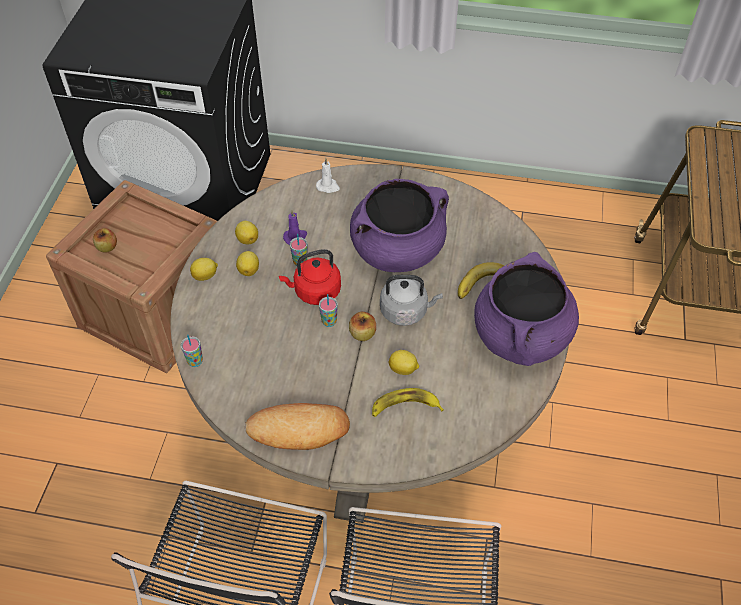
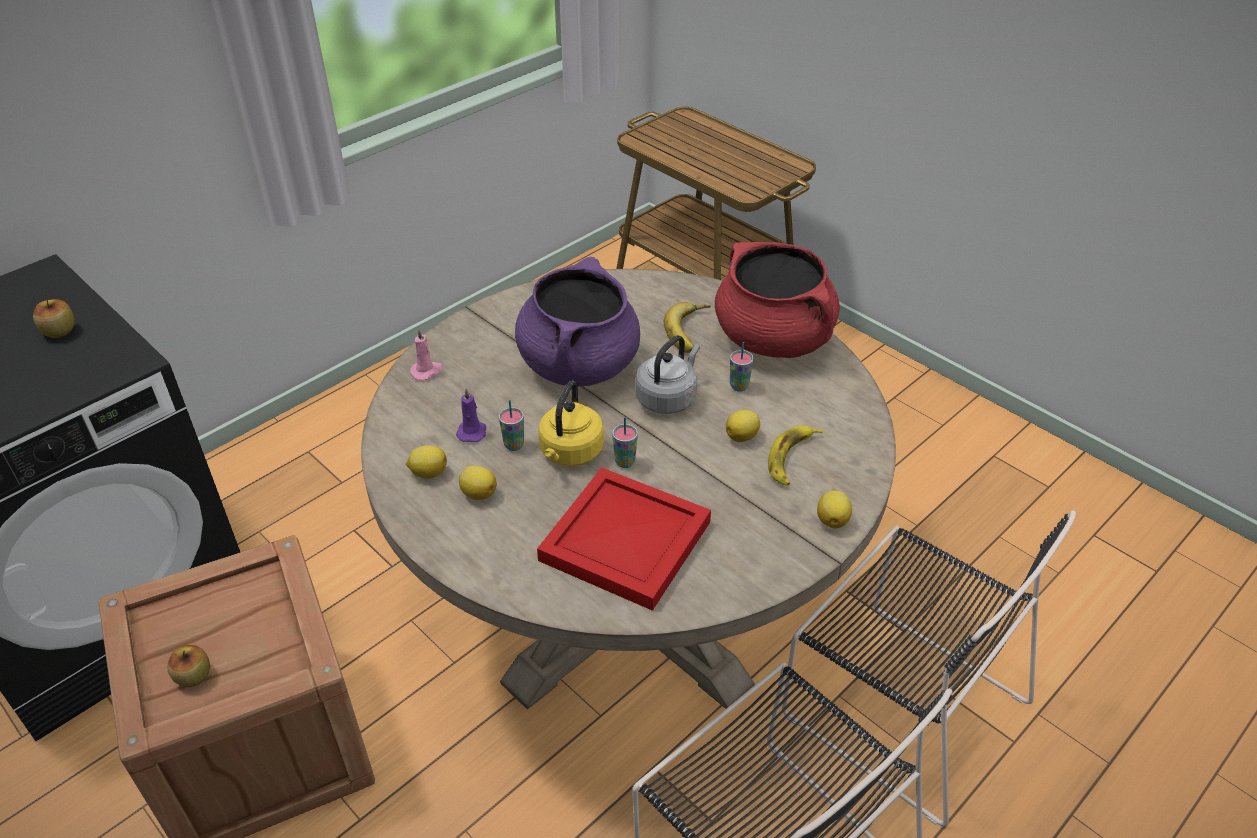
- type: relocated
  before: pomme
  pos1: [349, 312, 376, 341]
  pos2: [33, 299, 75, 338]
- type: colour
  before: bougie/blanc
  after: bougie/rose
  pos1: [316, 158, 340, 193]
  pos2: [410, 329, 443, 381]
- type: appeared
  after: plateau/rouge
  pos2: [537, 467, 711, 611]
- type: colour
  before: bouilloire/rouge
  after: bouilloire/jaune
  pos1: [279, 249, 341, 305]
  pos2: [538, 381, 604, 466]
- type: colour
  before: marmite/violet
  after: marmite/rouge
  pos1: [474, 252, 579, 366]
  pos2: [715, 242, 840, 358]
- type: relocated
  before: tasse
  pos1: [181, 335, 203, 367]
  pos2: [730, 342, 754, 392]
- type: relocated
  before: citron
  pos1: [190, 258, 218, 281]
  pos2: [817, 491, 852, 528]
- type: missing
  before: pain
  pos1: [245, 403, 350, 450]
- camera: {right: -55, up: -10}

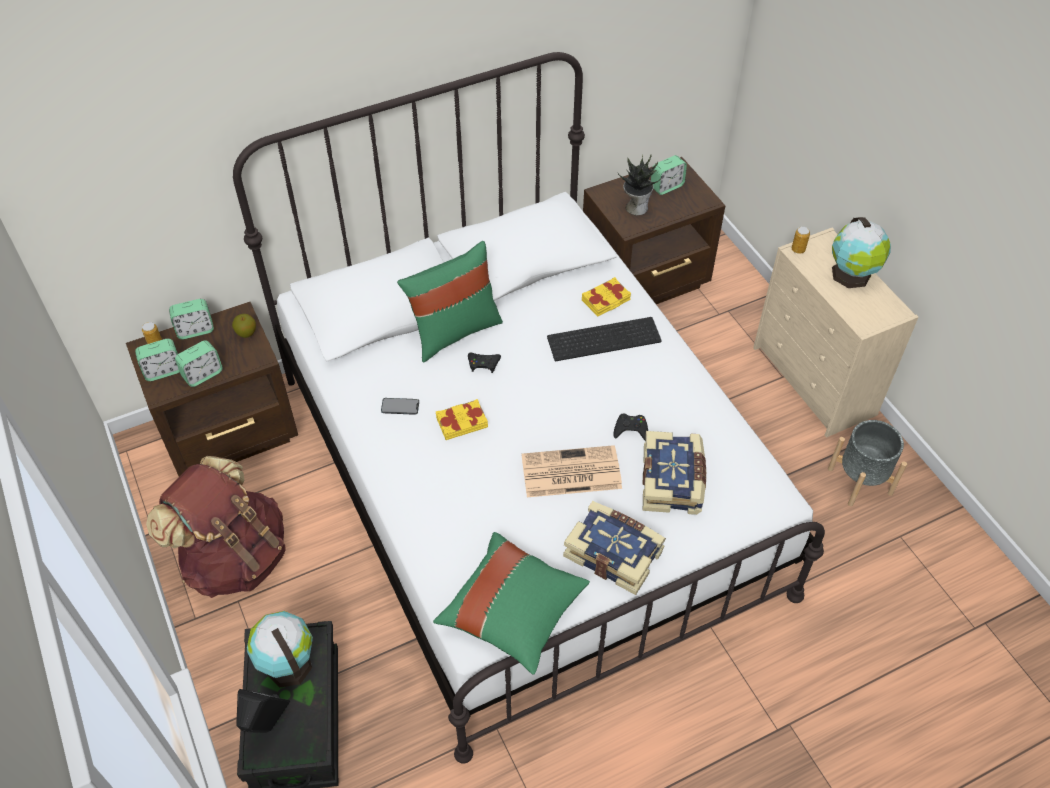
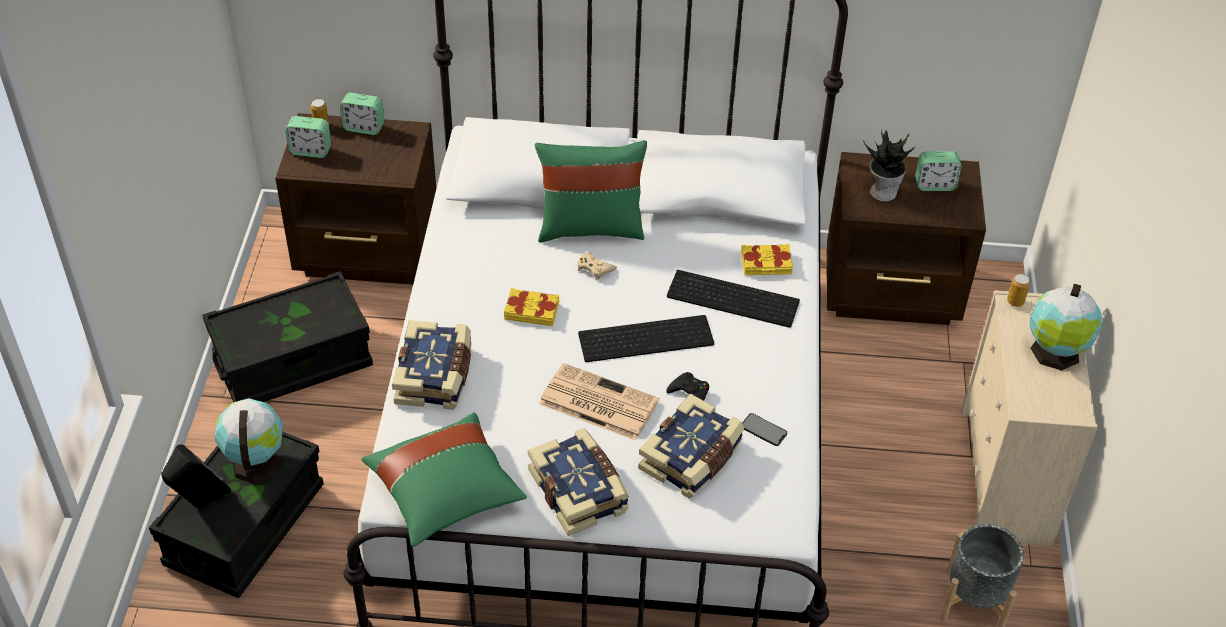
- type: exchanged
  before: sac à dos/marron
  after: boîte de rangement/noir
  pos1: [146, 456, 286, 598]
  pos2: [202, 271, 373, 402]
- type: appeared
  after: livre
  pos2: [392, 320, 472, 410]
- type: colour
  before: manette/noir
  after: manette/beige
  pos1: [468, 352, 501, 373]
  pos2: [577, 252, 617, 280]
- type: appeared
  after: clavier
  pos2: [578, 315, 714, 362]
- type: relocated
  before: téléphone
  pos1: [381, 398, 419, 415]
  pos2: [742, 413, 787, 446]
- type: missing
  before: réveil
  pos1: [175, 340, 223, 387]
- type: missing
  before: pomme
  pos1: [232, 314, 256, 338]
- camera: {right: 30, up: -5}

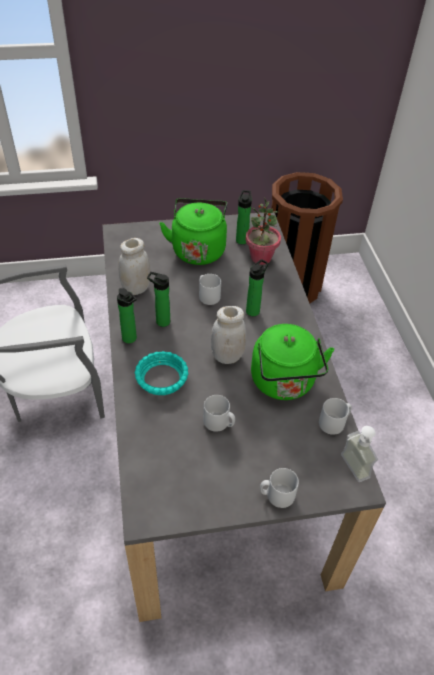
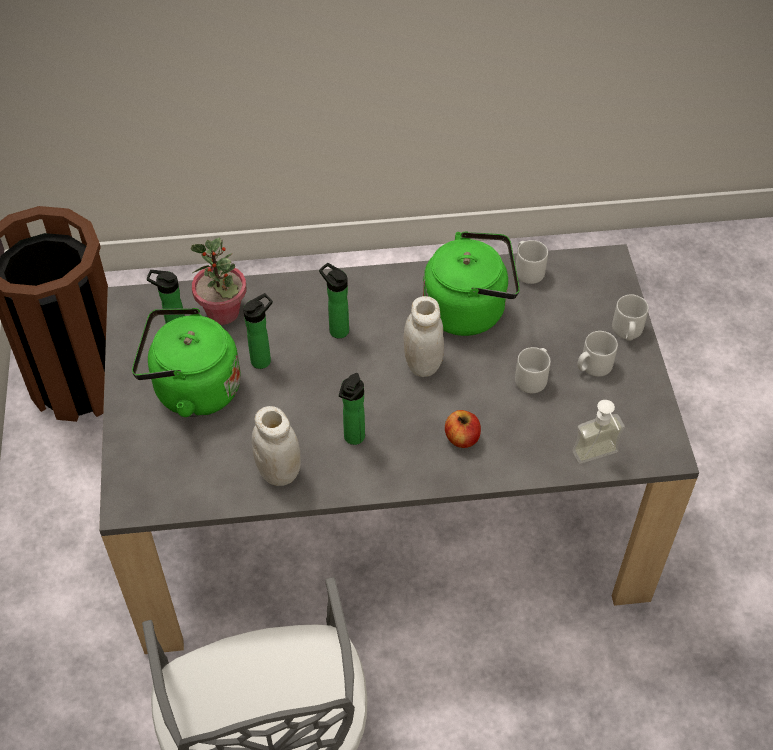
- type: relocated
  before: bouteille
  pos1: [117, 288, 137, 343]
  pos2: [243, 293, 273, 369]
- type: exchanged
  before: bol/turquoise
  after: pomme
  pos1: [135, 351, 188, 395]
  pos2: [445, 410, 481, 448]
- type: relocated
  before: distributeur de savon
  pos1: [341, 426, 378, 482]
  pos2: [572, 400, 625, 464]
- type: relocated
  before: mug/gris
  pos1: [199, 274, 221, 305]
  pos2: [577, 331, 618, 377]
- camera: {right: -85, up: 5}

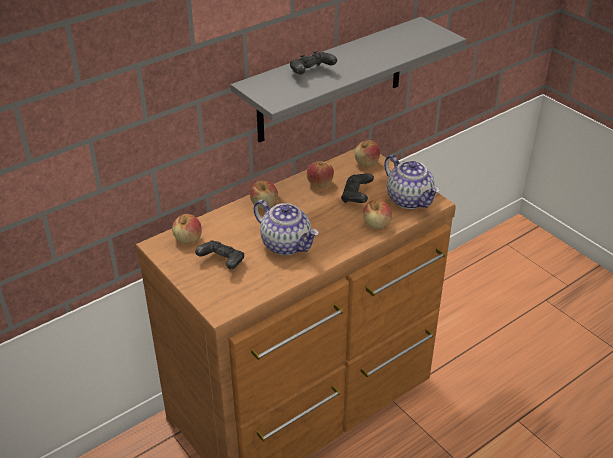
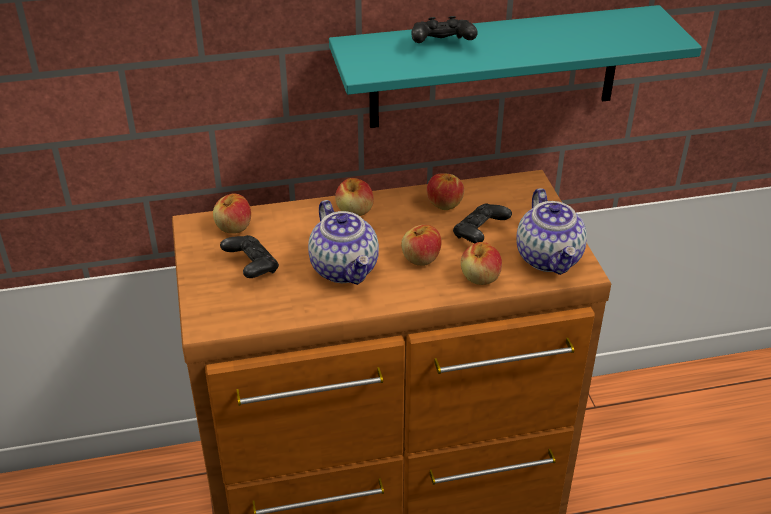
- type: colour
  before: étagère/gris
  after: étagère/turquoise
  pos1: [231, 17, 467, 143]
  pos2: [329, 5, 702, 128]
- type: relocated
  before: pomme
  pos1: [354, 140, 380, 167]
  pos2: [401, 225, 442, 266]
- camera: {right: 25, up: 0}

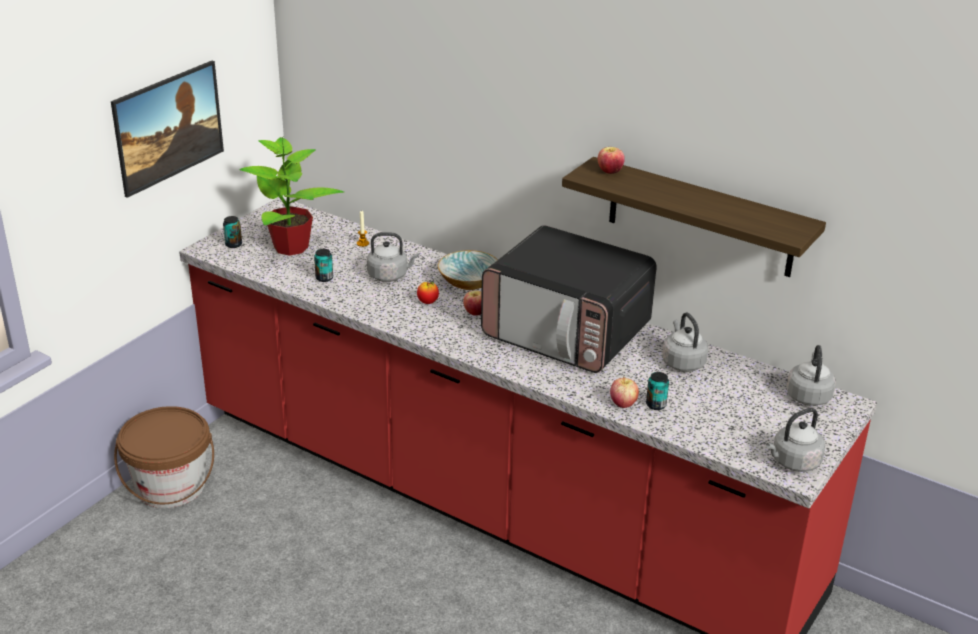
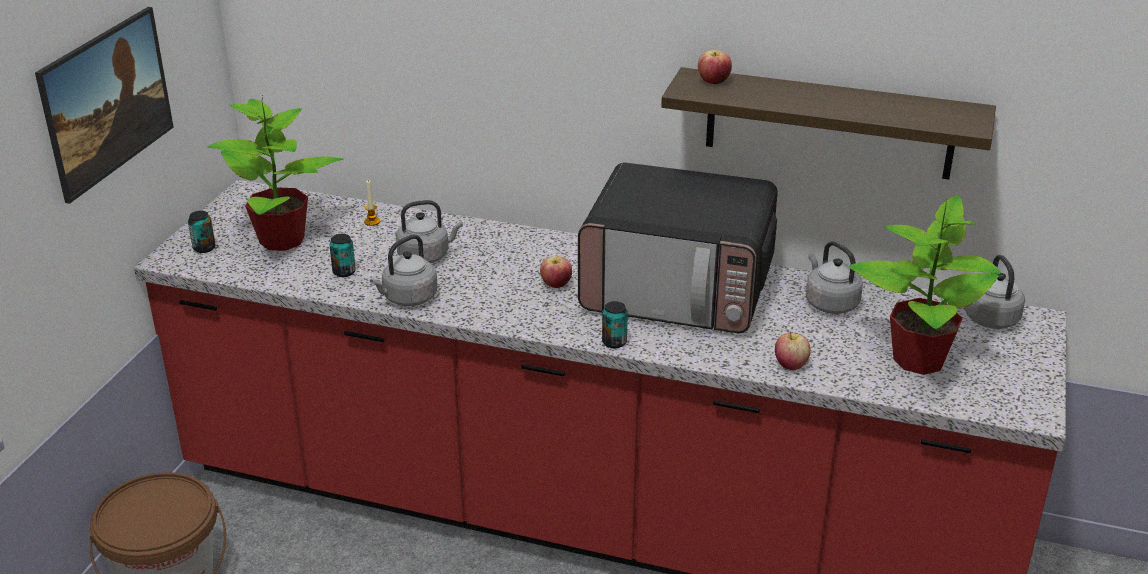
- type: relocated
  before: bouilloire/gris
  pos1: [766, 408, 825, 472]
  pos2: [370, 235, 438, 306]
- type: relocated
  before: boîte métallique
  pos1: [646, 372, 669, 410]
  pos2: [602, 301, 628, 348]
- type: appeared
  after: plante en pot
  pos2: [849, 195, 1001, 375]
- type: missing
  before: pomme
  pos1: [417, 282, 439, 304]
- type: missing
  before: bol
  pos1: [438, 250, 498, 290]
- camera: {right: -15, up: 0}

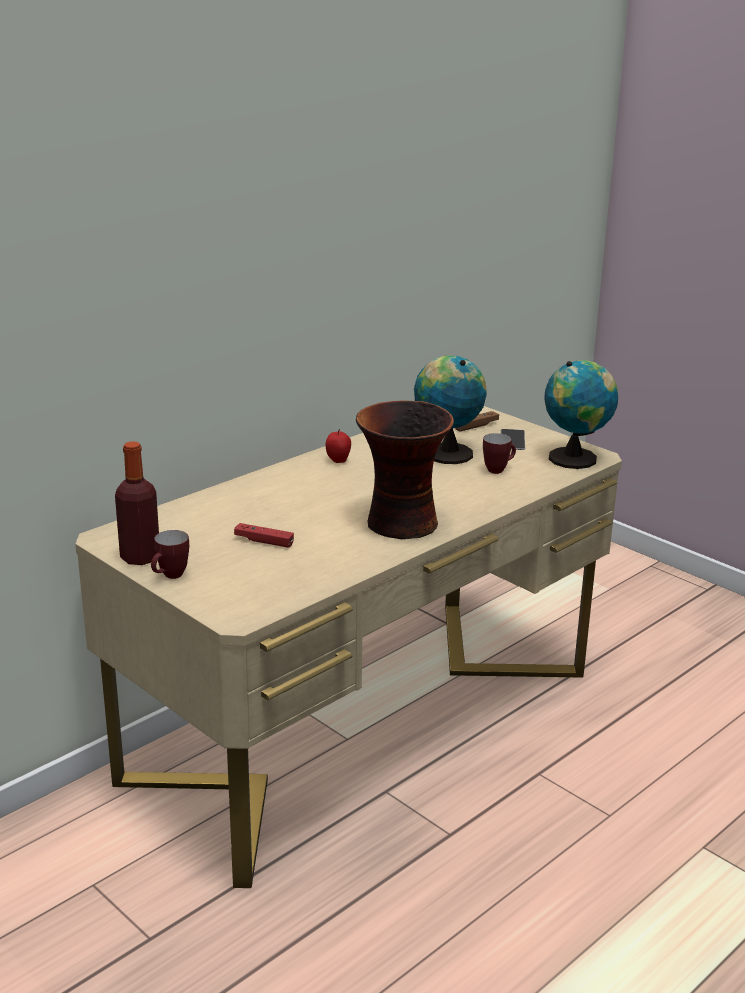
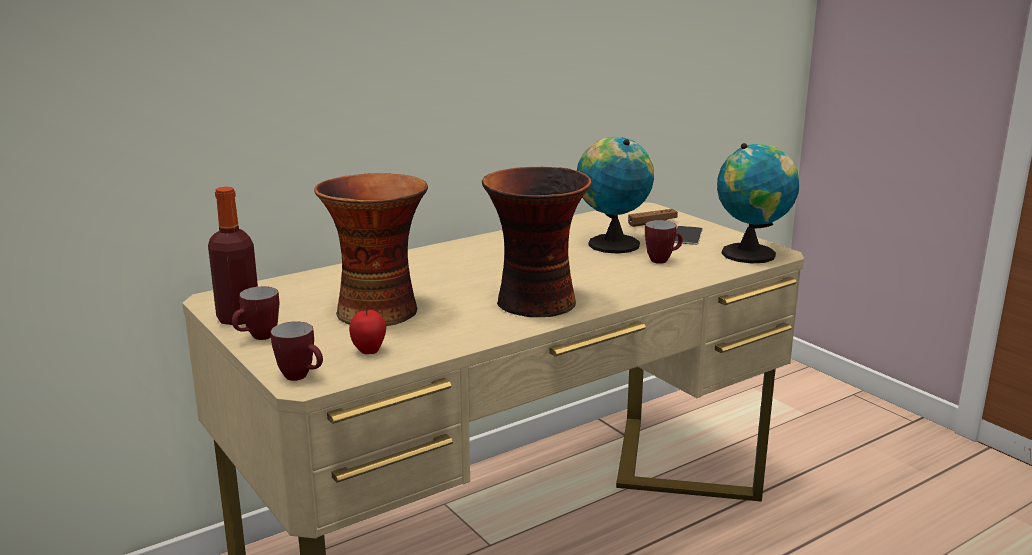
- type: appeared
  after: mug
  pos2: [271, 321, 323, 381]
- type: exchanged
  before: manette/rouge
  after: vase
  pos1: [234, 523, 294, 548]
  pos2: [314, 173, 428, 326]
- type: relocated
  before: pomme
  pos1: [326, 429, 351, 463]
  pos2: [349, 307, 386, 354]
- camera: {right: 10, up: -5}

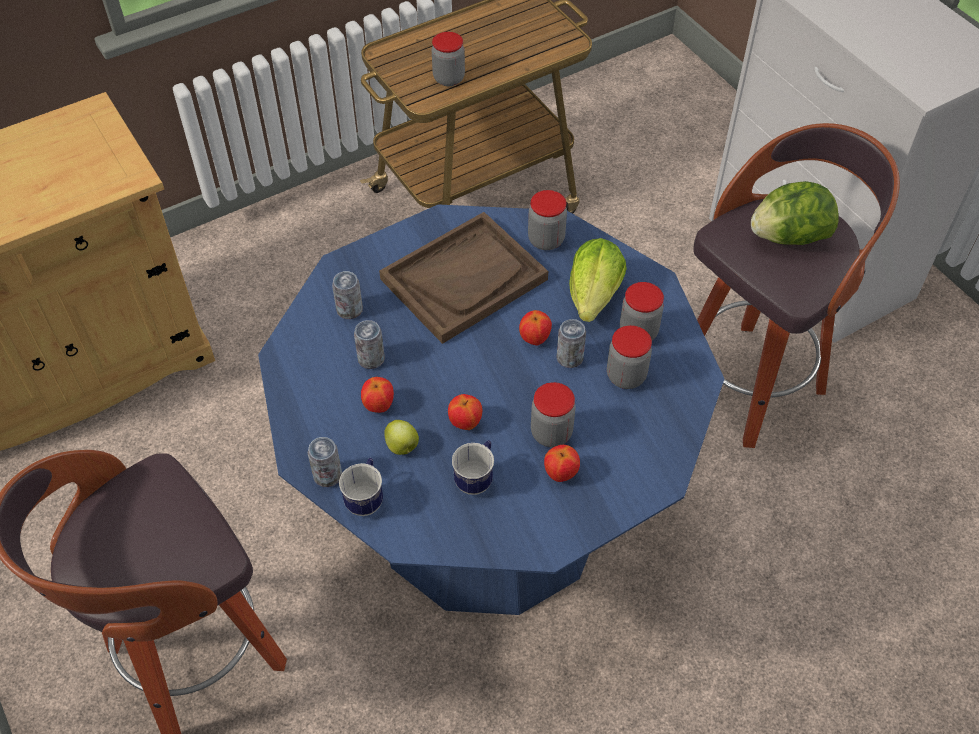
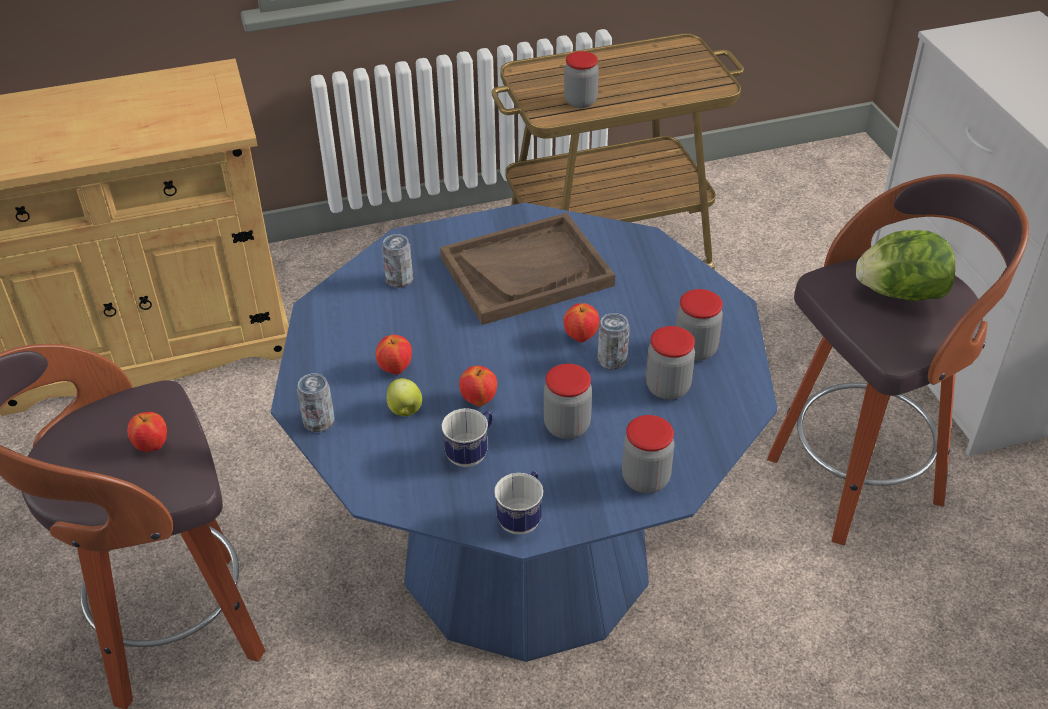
- type: relocated
  before: pomme
  pos1: [544, 445, 580, 482]
  pos2: [127, 412, 167, 452]
- type: relocated
  before: mug
  pos1: [339, 458, 383, 516]
  pos2: [494, 471, 543, 534]
- type: relocated
  before: bocal
  pos1: [528, 190, 567, 250]
  pos2: [622, 415, 674, 493]
- type: missing
  before: boîte métallique
  pos1: [354, 320, 385, 369]
- type: missing
  before: laitue
  pos1: [569, 238, 627, 322]
- camera: {right: 15, up: -10}

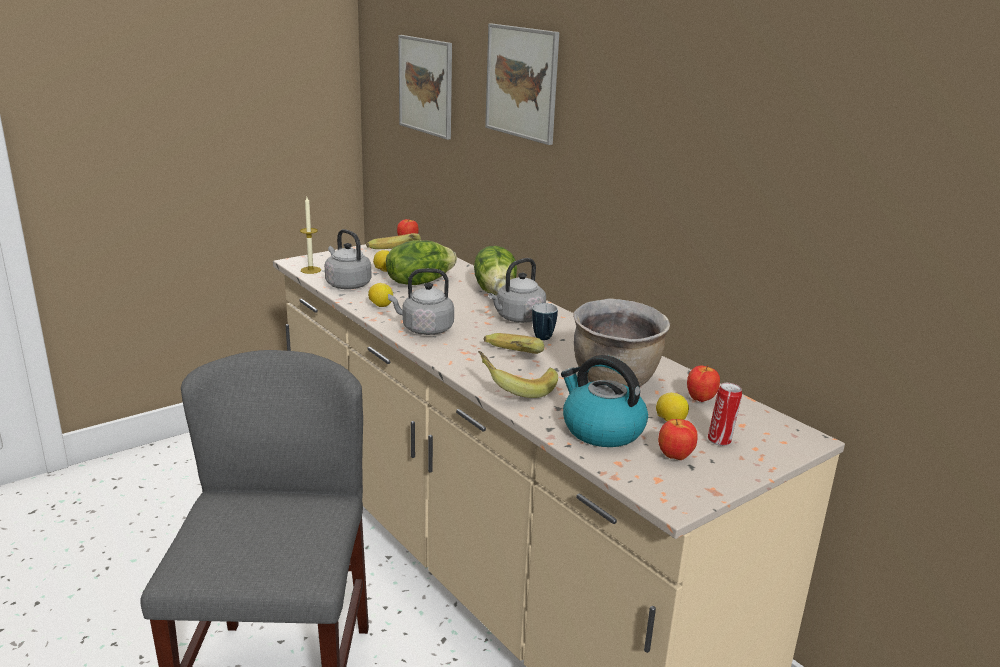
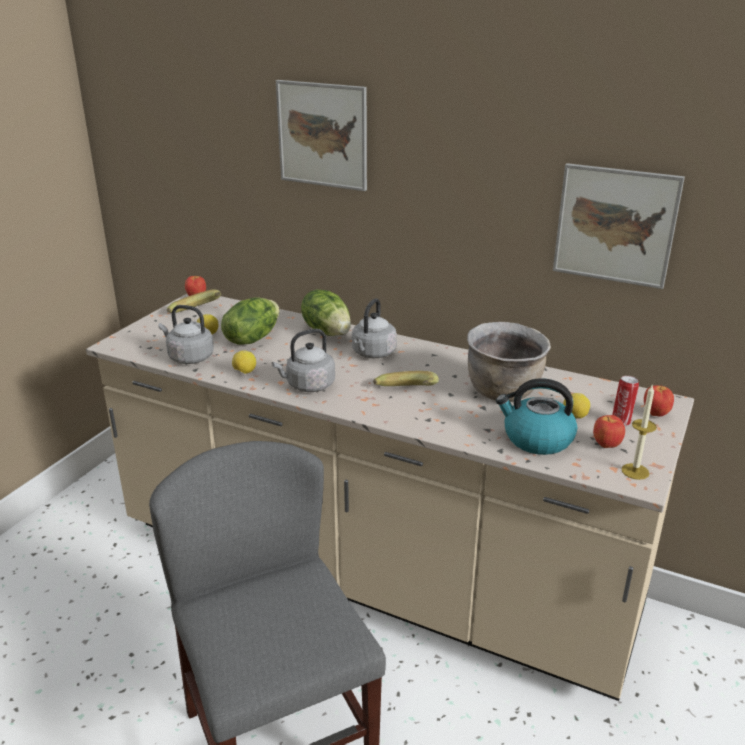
- type: relocated
  before: tableau
  pos1: [398, 35, 452, 140]
  pos2: [553, 163, 685, 289]
- type: relocated
  before: bougie
  pos1: [300, 197, 321, 274]
  pos2: [622, 385, 657, 480]
- type: relocated
  before: pomme
  pos1: [687, 366, 720, 402]
  pos2: [644, 385, 674, 417]
- type: missing
  before: banane
  pos1: [478, 351, 558, 398]
- type: missing
  before: mug
  pos1: [532, 303, 558, 340]
- camera: {right: -25, up: 5}

